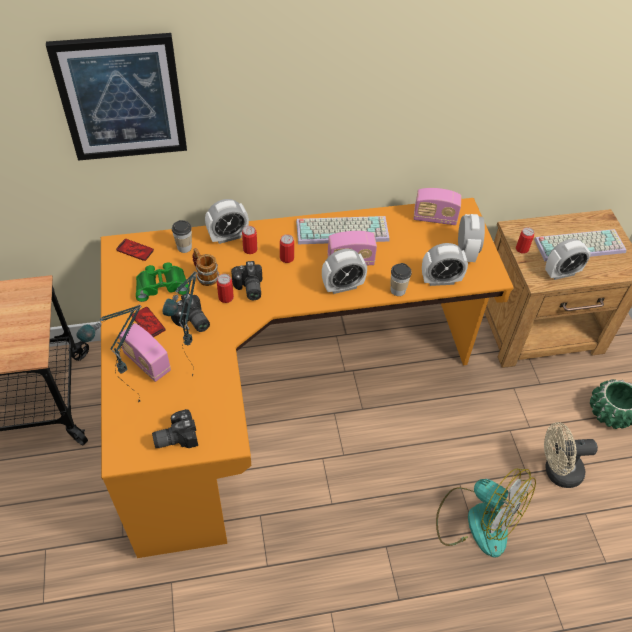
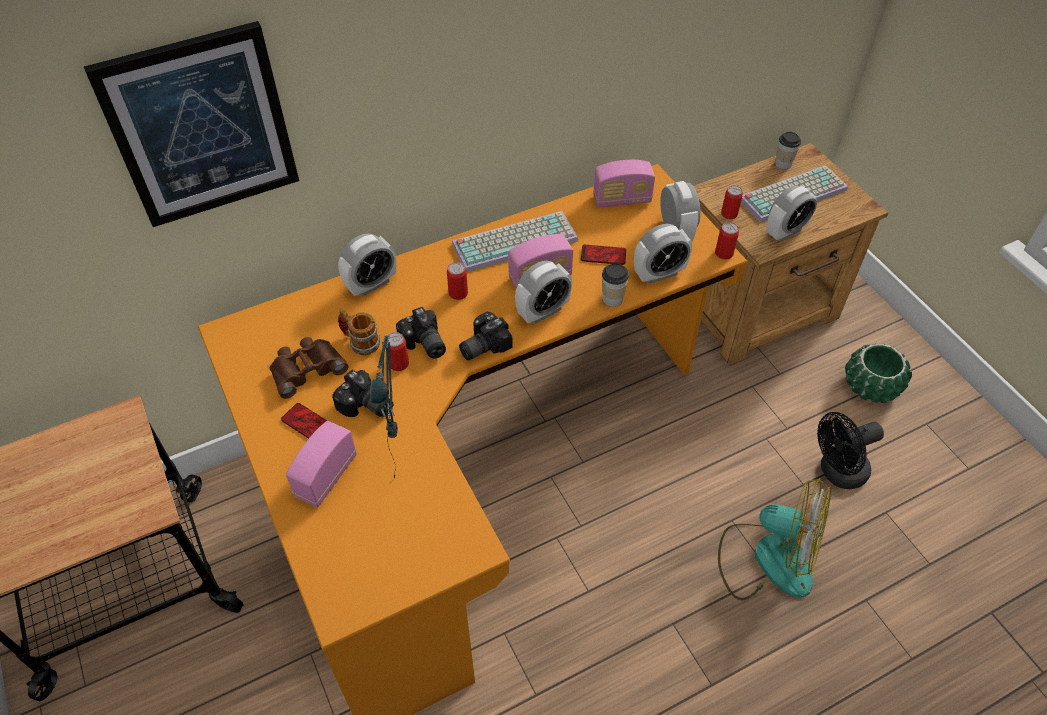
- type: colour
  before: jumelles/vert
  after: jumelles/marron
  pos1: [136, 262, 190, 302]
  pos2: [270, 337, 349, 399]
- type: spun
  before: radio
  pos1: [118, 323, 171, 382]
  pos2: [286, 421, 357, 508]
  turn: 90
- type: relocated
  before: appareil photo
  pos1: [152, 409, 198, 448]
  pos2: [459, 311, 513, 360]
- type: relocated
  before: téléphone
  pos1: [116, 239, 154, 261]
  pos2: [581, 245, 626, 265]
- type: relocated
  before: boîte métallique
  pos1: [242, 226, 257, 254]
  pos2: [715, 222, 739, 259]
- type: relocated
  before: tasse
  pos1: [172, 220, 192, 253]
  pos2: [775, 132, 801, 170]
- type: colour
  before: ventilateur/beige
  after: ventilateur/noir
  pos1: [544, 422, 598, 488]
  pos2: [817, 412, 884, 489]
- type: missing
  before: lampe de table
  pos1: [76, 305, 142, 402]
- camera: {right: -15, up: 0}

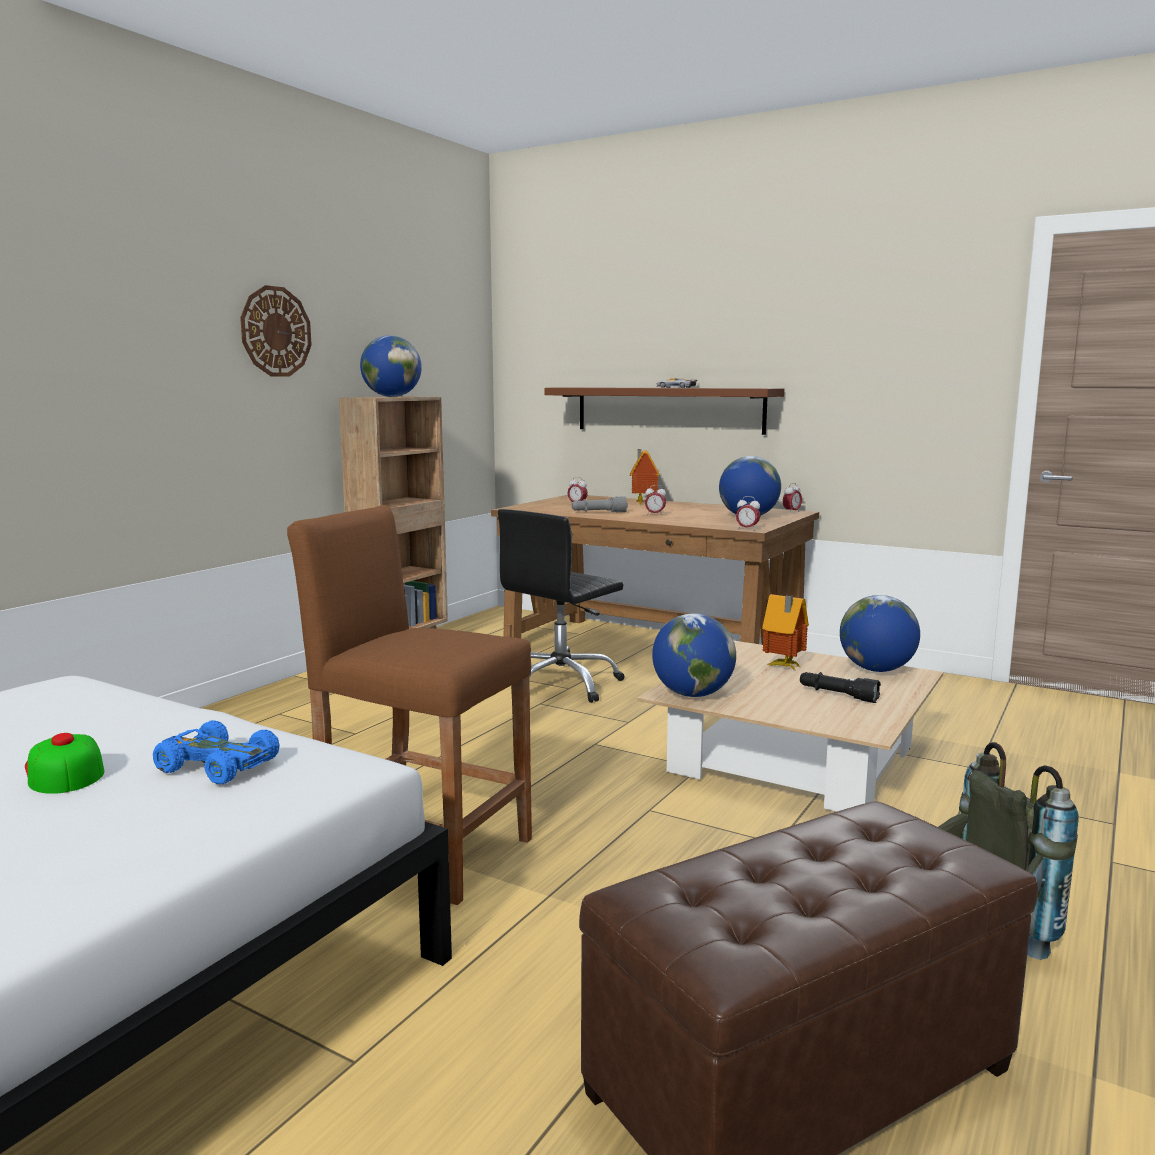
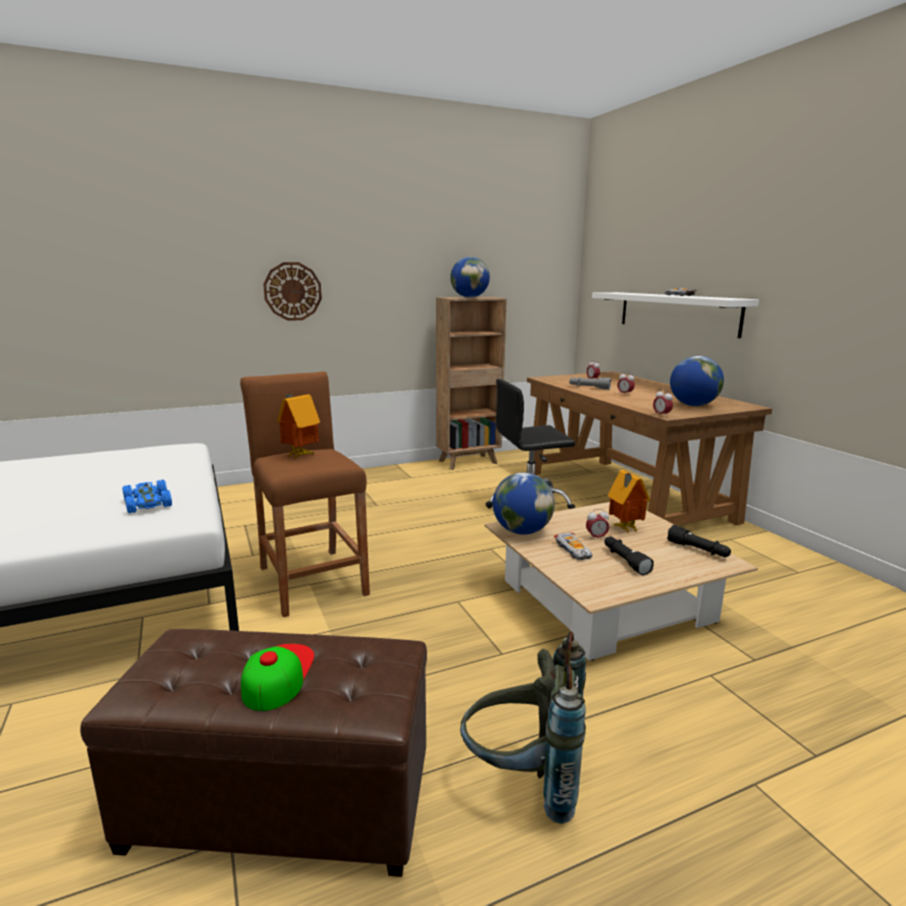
- type: relocated
  before: casquette
  pos1: [25, 733, 104, 794]
  pos2: [241, 644, 314, 711]
- type: relocated
  before: horloge murale
  pos1: [240, 285, 312, 377]
  pos2: [263, 262, 322, 321]
- type: relocated
  before: maison miniature
  pos1: [630, 449, 660, 505]
  pos2: [277, 393, 320, 459]
- type: appeared
  after: petite voiture
  pos2: [554, 533, 592, 560]
- type: relocated
  before: réveil
  pos1: [783, 483, 802, 513]
  pos2: [586, 509, 609, 540]
- type: colour
  before: étagère/marron
  after: étagère/blanc
  pos1: [545, 387, 784, 435]
  pos2: [592, 292, 759, 338]
- type: exchanged
  before: globe
  after: lampe de poche/noir
  pos1: [840, 595, 920, 672]
  pos2: [667, 525, 731, 557]
- camera: {right: 35, up: 5}

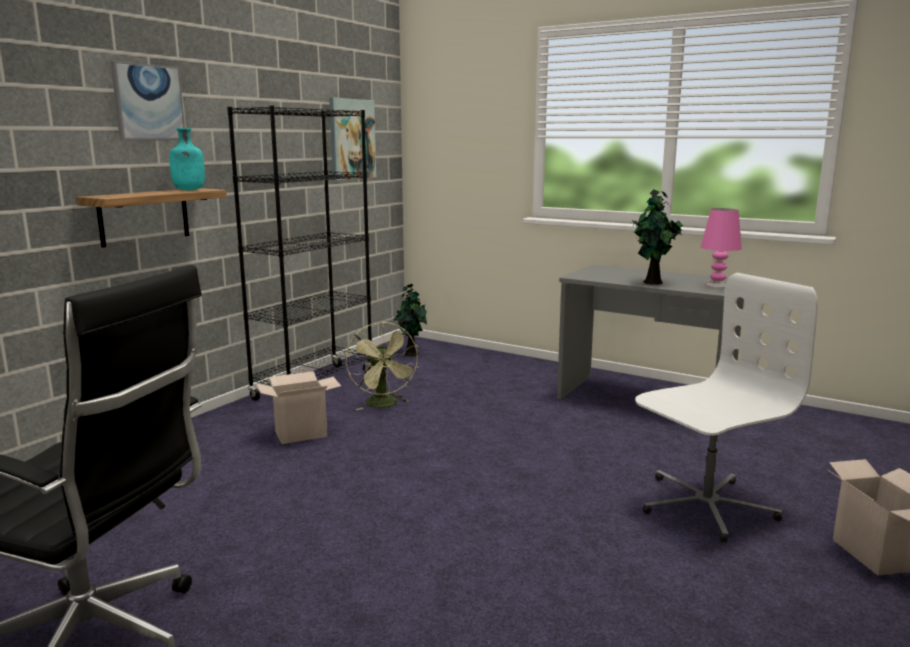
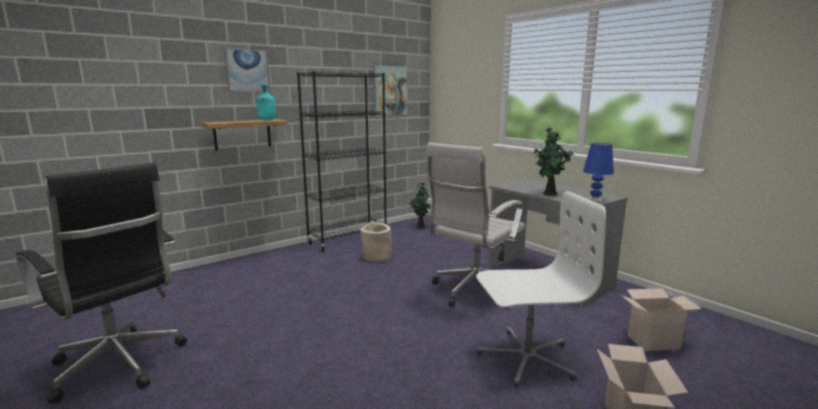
- type: exchanged
  before: ventilateur/vert
  after: cache-pot/beige
  pos1: [346, 322, 419, 410]
  pos2: [360, 222, 392, 262]
- type: appeared
  after: chaise de bureau/blanc
  pos2: [426, 142, 525, 309]
- type: colour
  before: lampe de table/rose
  after: lampe de table/bleu
  pos1: [701, 208, 742, 288]
  pos2: [583, 143, 614, 202]
- type: relocated
  before: carton
  pos1: [256, 371, 341, 444]
  pos2: [621, 288, 702, 351]
- camera: {right: 20, up: 0}

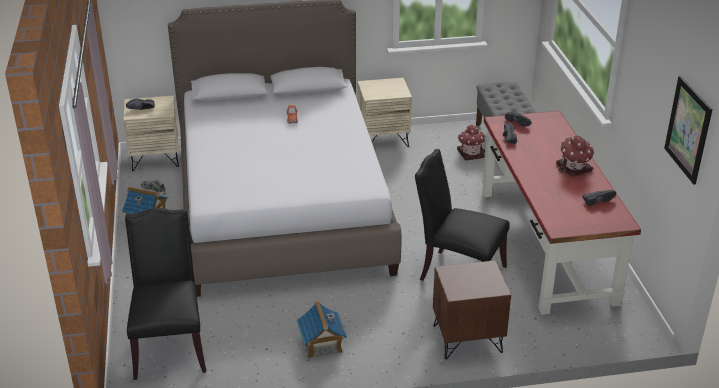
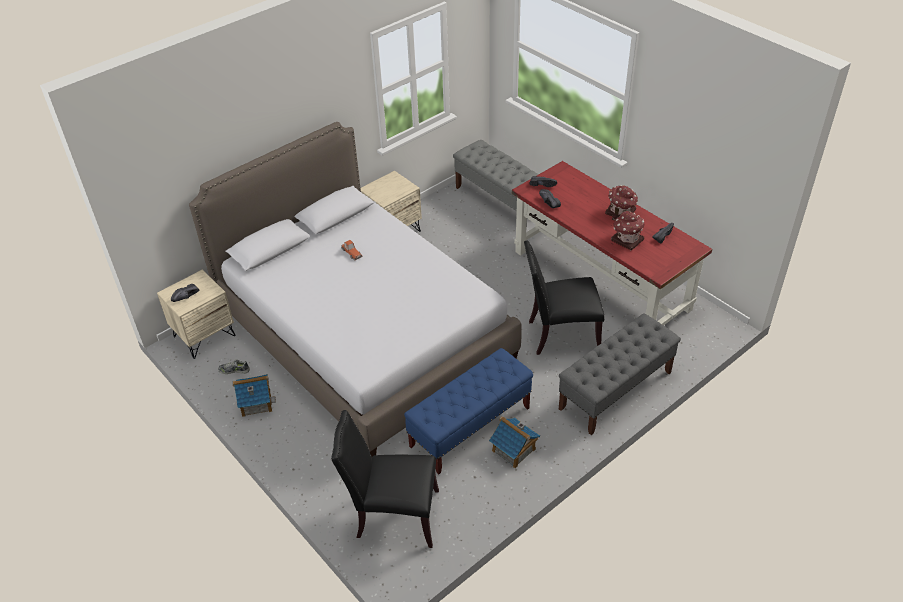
- type: spun
  before: chaise/noir
  pos1: [125, 208, 206, 380]
  pos2: [331, 410, 439, 548]
  turn: -45
- type: appeared
  after: banc/bleu
  pos2: [404, 348, 533, 475]
- type: exchanged
  before: table de chevet/marron
  after: banc/gris
  pos1: [433, 260, 511, 359]
  pos2: [559, 313, 681, 435]
- type: relocated
  before: maison miniature
  pos1: [457, 125, 486, 161]
  pos2: [611, 211, 644, 251]
- type: missing
  before: tableau
  pos1: [664, 76, 713, 185]
- camera: {right: -30, up: 10}

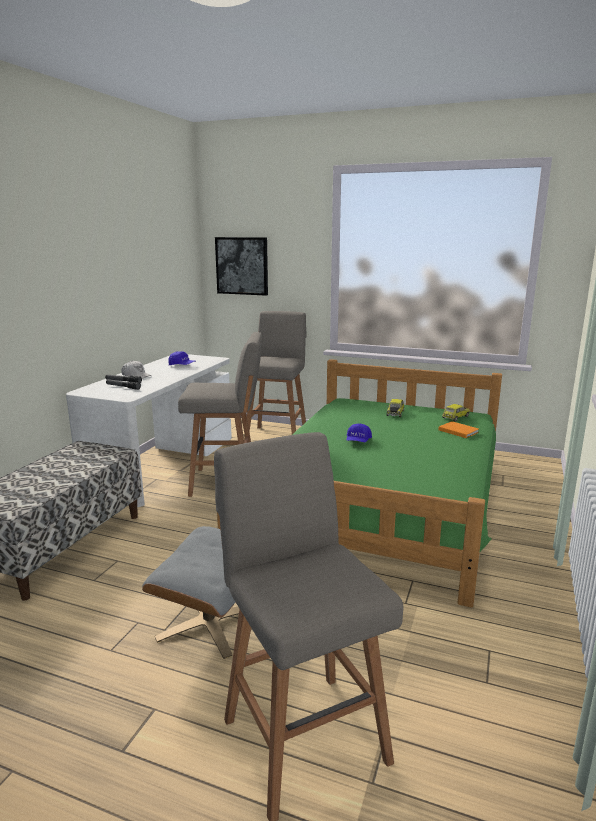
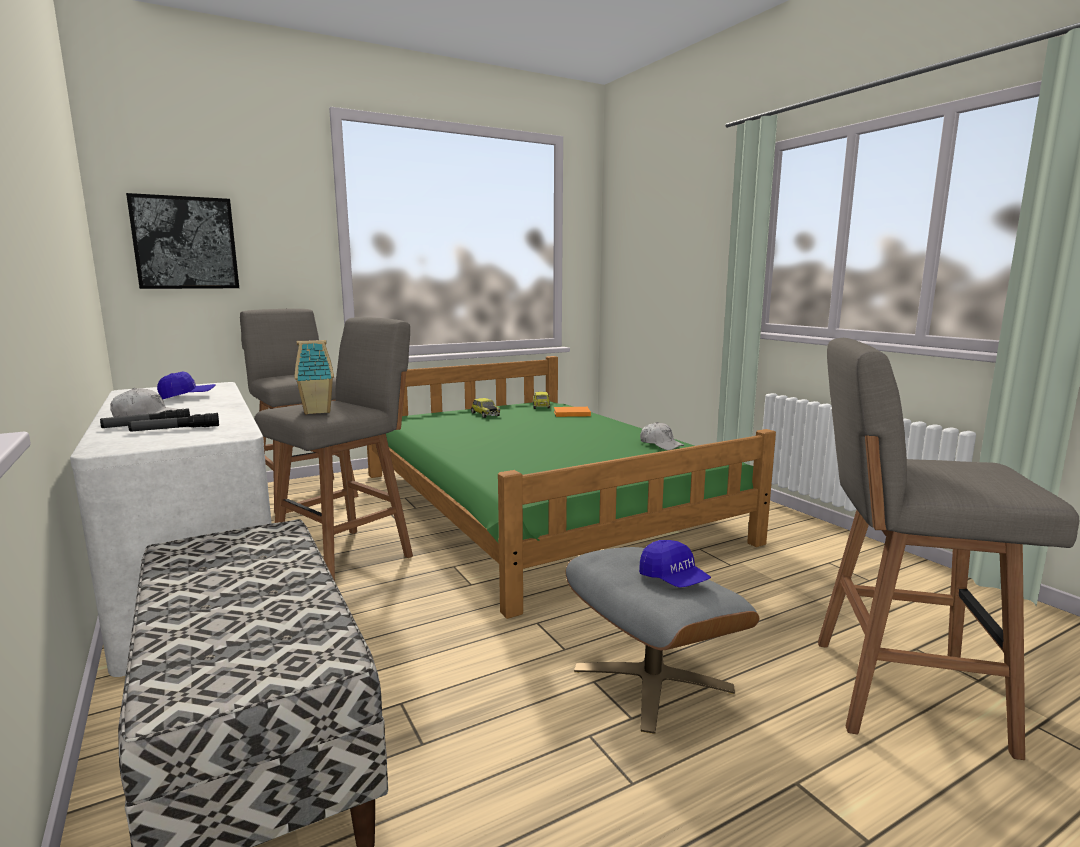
- type: appeared
  after: maison miniature
  pos2: [294, 340, 334, 414]
- type: relocated
  before: casquette/bleu
  pos1: [346, 423, 372, 442]
  pos2: [639, 540, 711, 587]
- type: appeared
  after: casquette/blanc
  pos2: [640, 422, 684, 450]
- camera: {right: -50, up: -5}

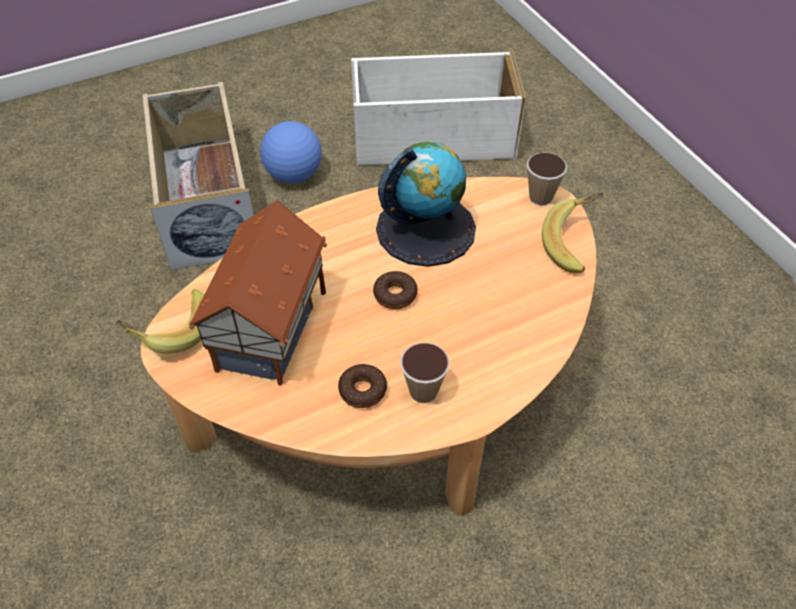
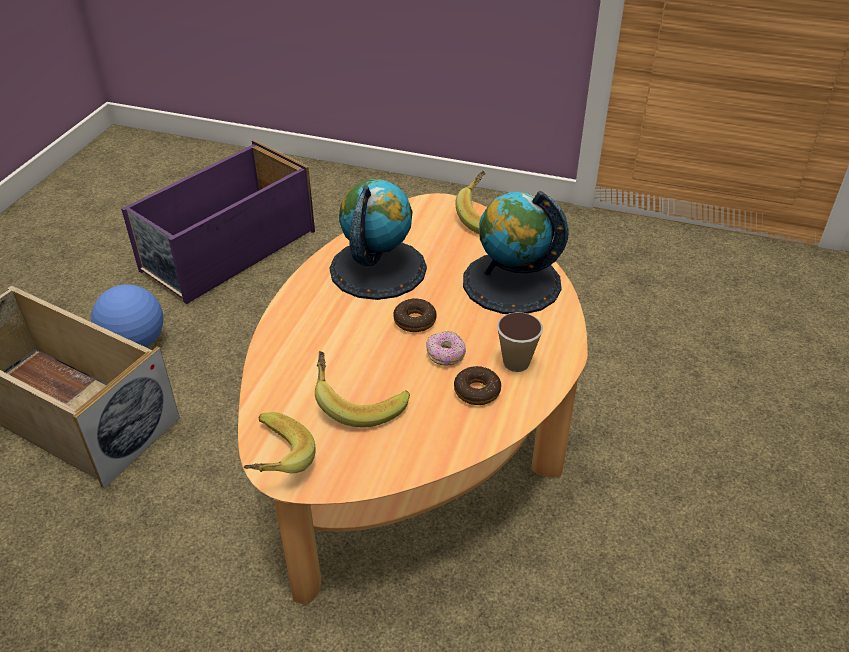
- type: colour
  before: boîte de rangement/blanc
  after: boîte de rangement/violet
  pos1: [351, 48, 526, 165]
  pos2: [121, 140, 315, 304]
- type: exchanged
  before: maison miniature
  after: banane
  pos1: [189, 200, 327, 386]
  pos2: [315, 351, 410, 428]
- type: appeared
  after: beignet
  pos2: [426, 331, 466, 366]
- type: appeared
  after: globe
  pos2: [463, 191, 569, 314]
- type: missing
  before: tasse
  pos1: [527, 152, 567, 205]
- camera: {right: -45, up: -10}

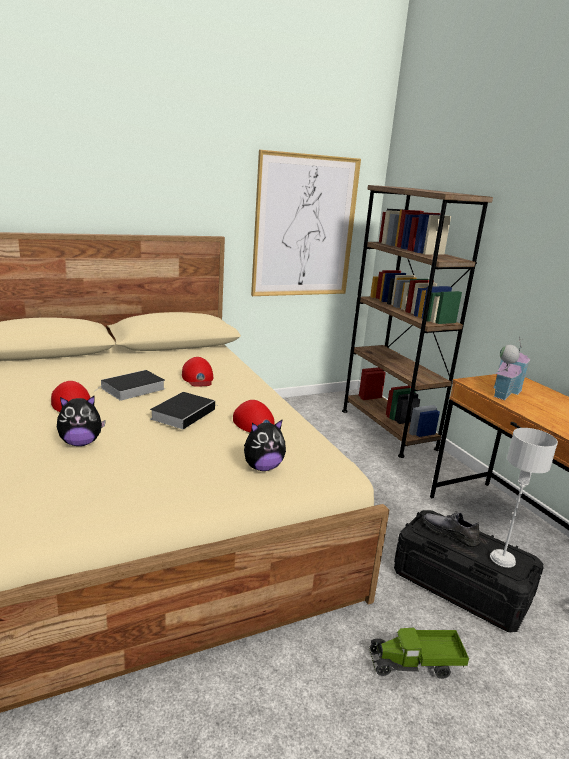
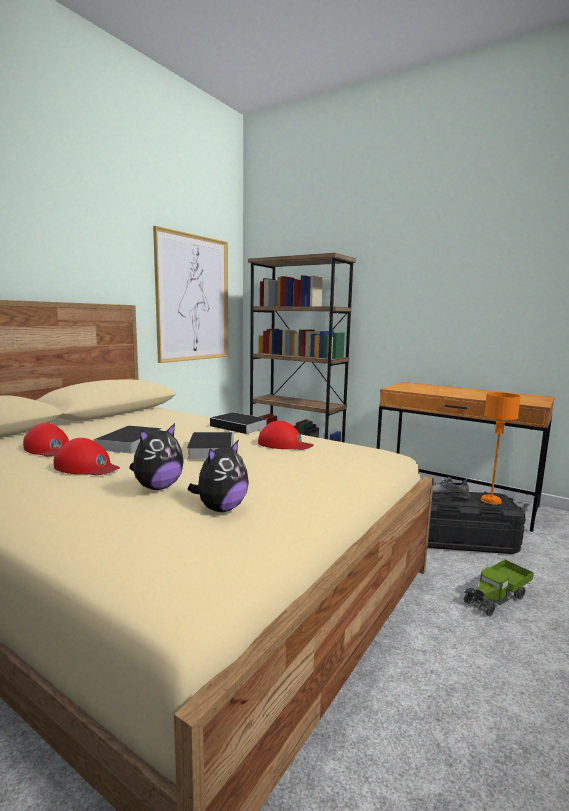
- type: relocated
  before: casquette/rouge
  pos1: [182, 357, 213, 387]
  pos2: [23, 423, 69, 456]
- type: relocated
  before: peluche
  pos1: [244, 419, 286, 471]
  pos2: [188, 439, 249, 512]
- type: appeared
  after: livre
  pos2: [210, 412, 267, 435]
- type: colour
  before: lampe de table/gris
  after: lampe de table/orange
  pos1: [490, 428, 558, 568]
  pos2: [481, 392, 521, 505]
- type: missing
  before: maison miniature
  pos1: [493, 336, 531, 400]
- camera: {right: -30, up: -10}

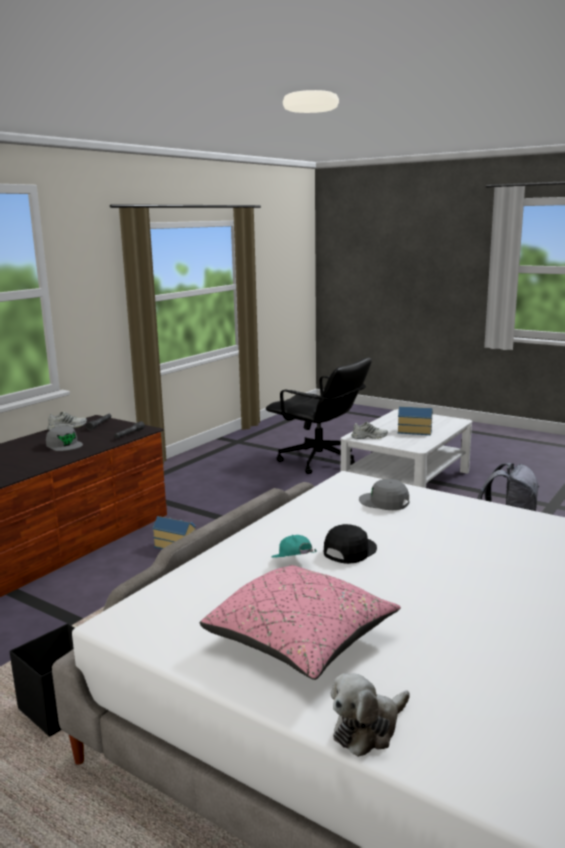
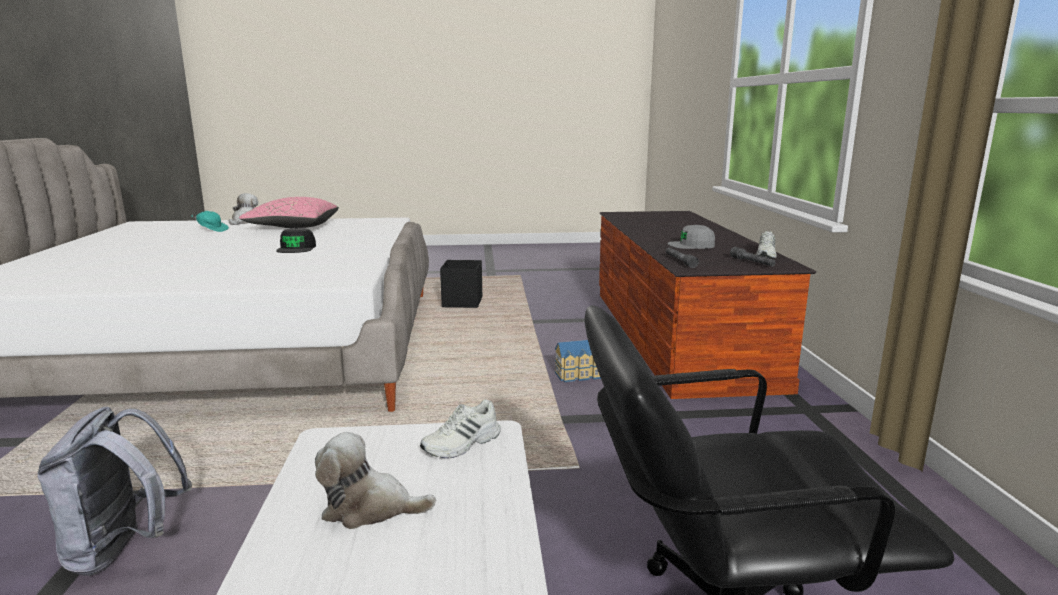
- type: relocated
  before: casquette/turquoise
  pos1: [271, 535, 316, 557]
  pos2: [192, 211, 229, 232]
- type: exchanged
  before: maison miniature
  after: peluche
  pos1: [398, 406, 433, 435]
  pos2: [315, 432, 436, 529]
- type: missing
  before: casquette/gris
  pos1: [359, 479, 409, 510]
- camera: {right: 140, up: 0}

